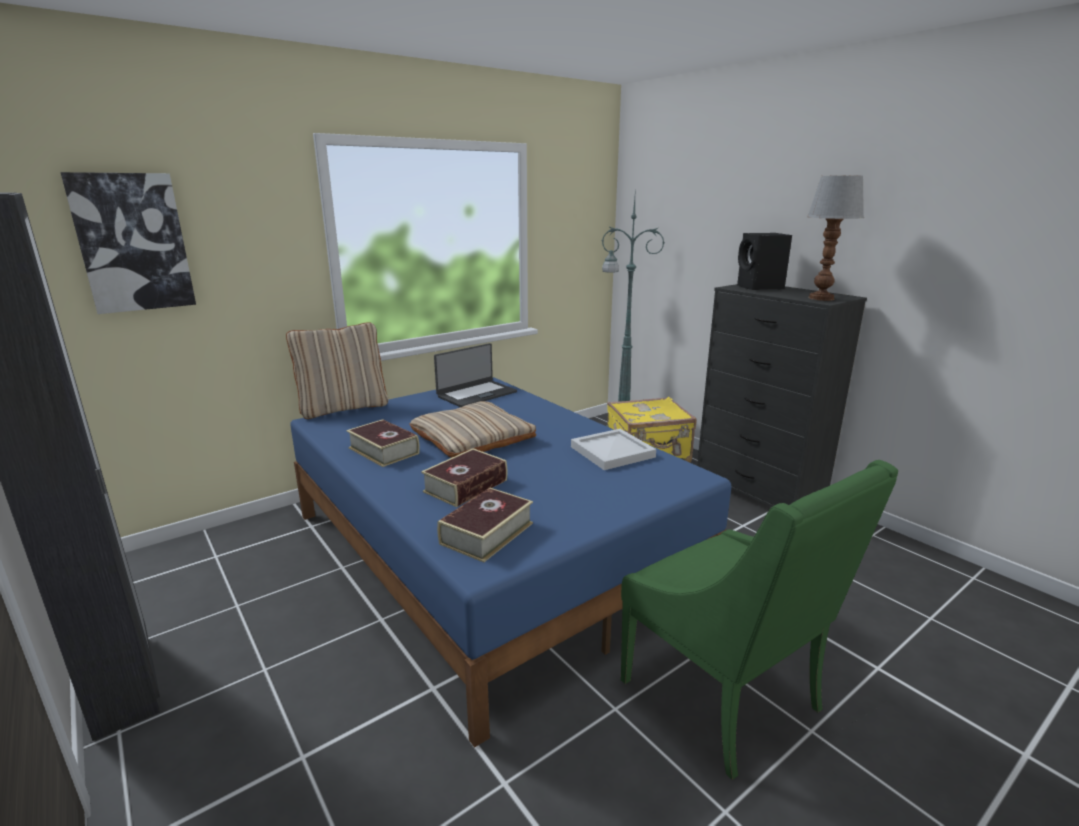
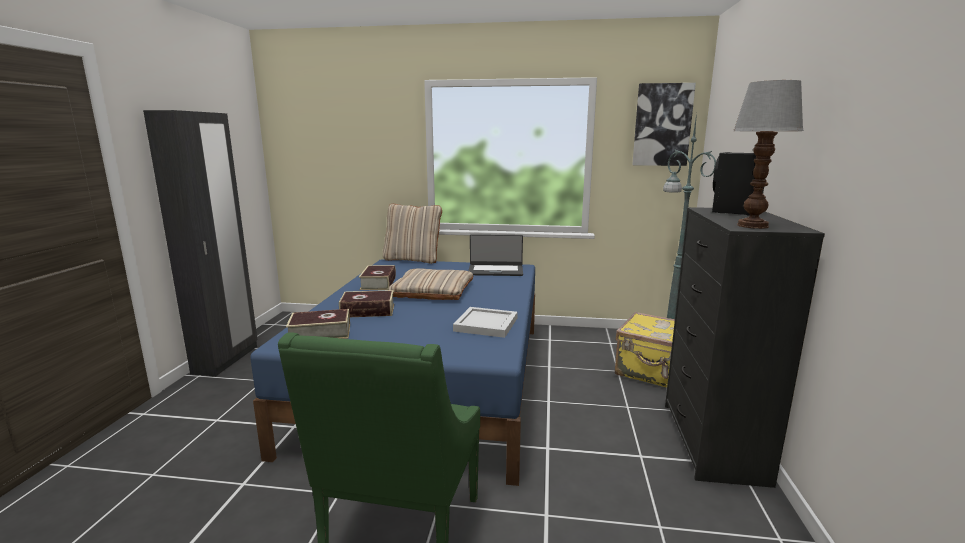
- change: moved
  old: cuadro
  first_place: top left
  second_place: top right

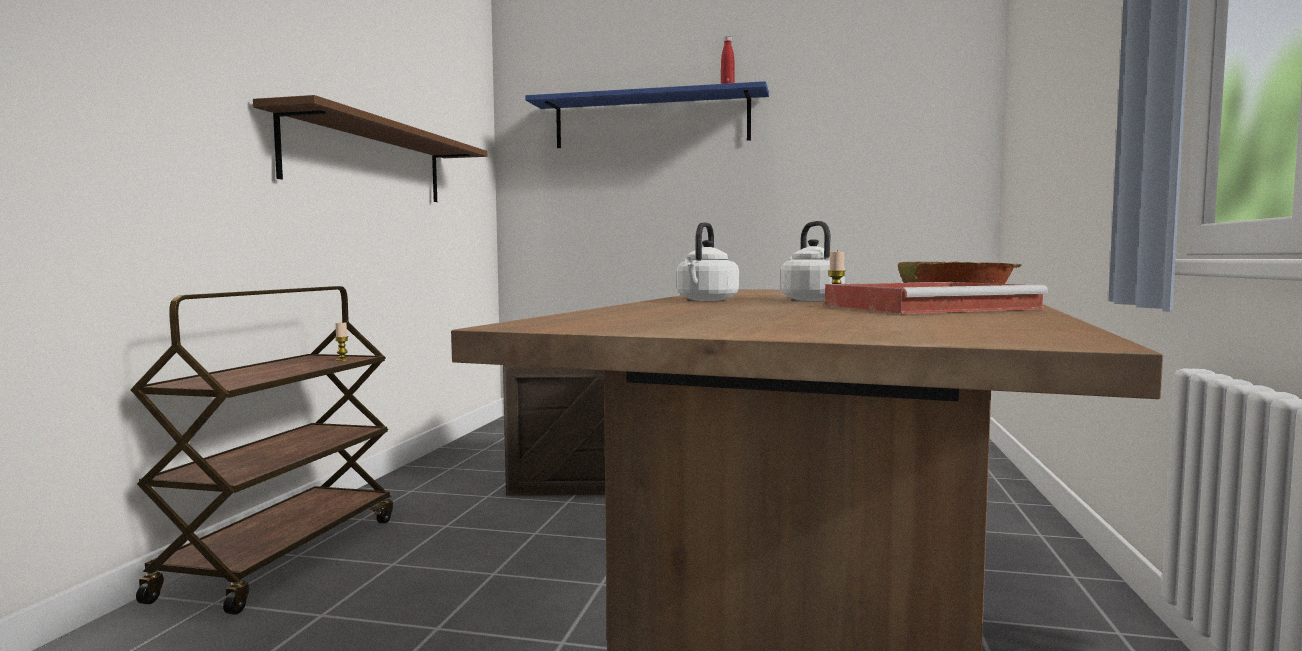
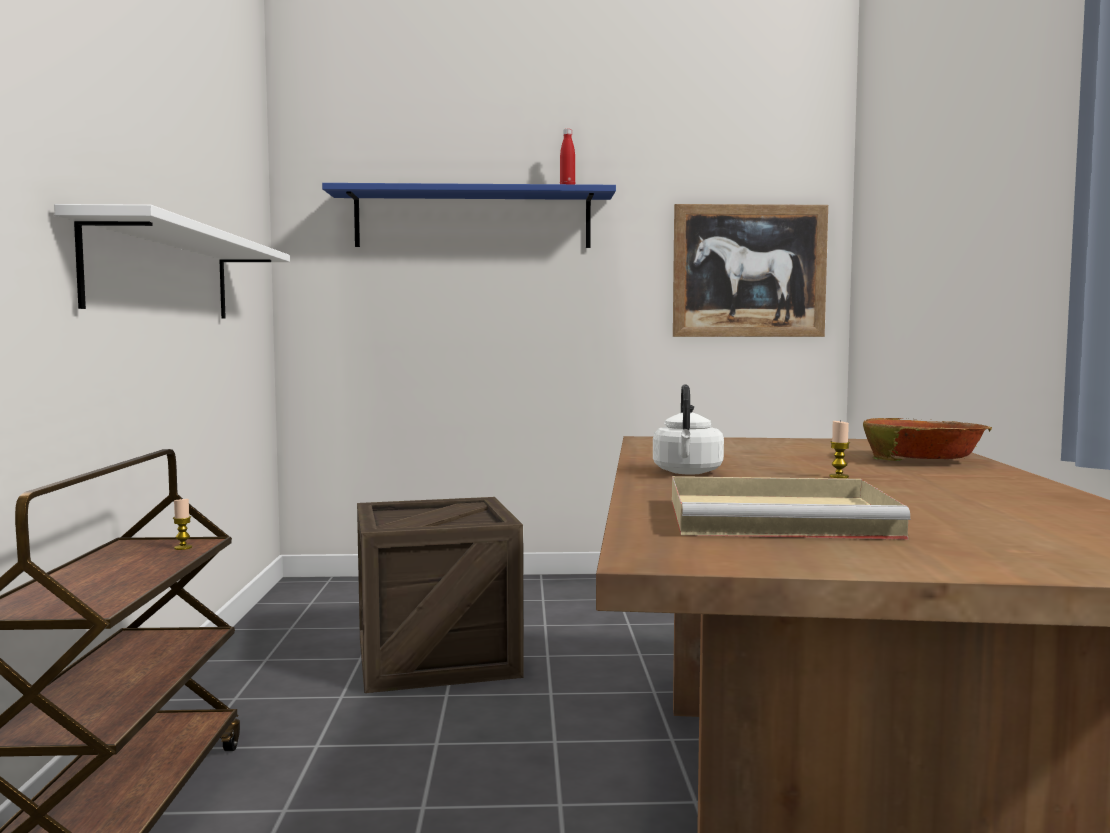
- change: recoloured
  old: estante/marrón
  new: estante/blanco
  first_place: top left
  second_place: top left
- change: removed
  old: hervidor/blanco (2nd from left)
  first_place: centre
- change: removed
  old: bandeja/rojo
  first_place: middle right
- change: added
  new: bandeja/beis
  second_place: middle right
- change: added
  new: cuadro
  second_place: top right

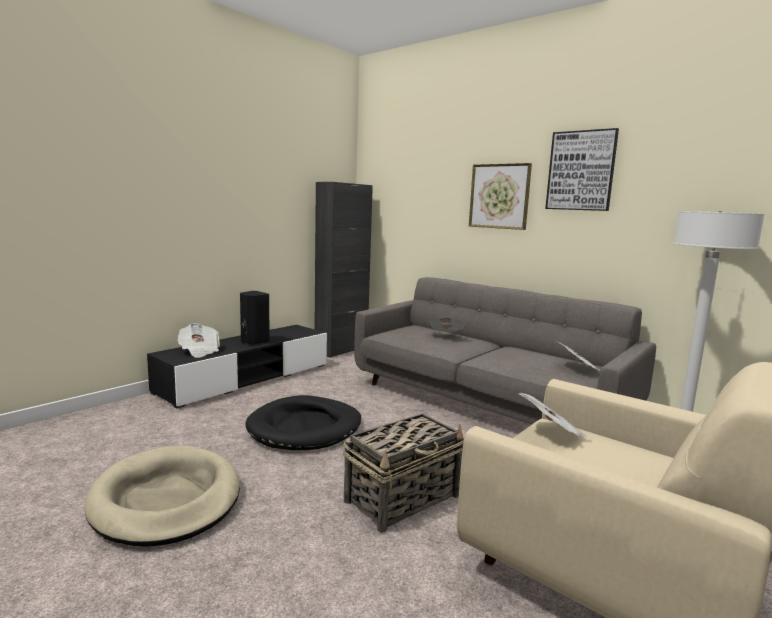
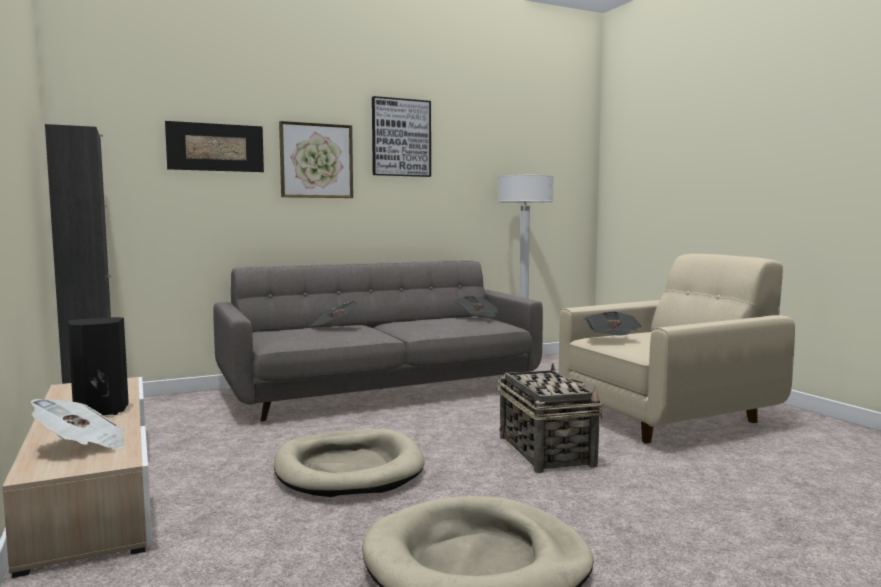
- change: recoloured
  old: mueble de televisión/negro
  new: mueble de televisión/beis
  first_place: middle left
  second_place: bottom left
- change: recoloured
  old: cama para perro/negro
  new: cama para perro/beis (1st from left)
  first_place: bottom centre
  second_place: bottom centre
- change: added
  new: cuadro (1st from left)
  second_place: top left

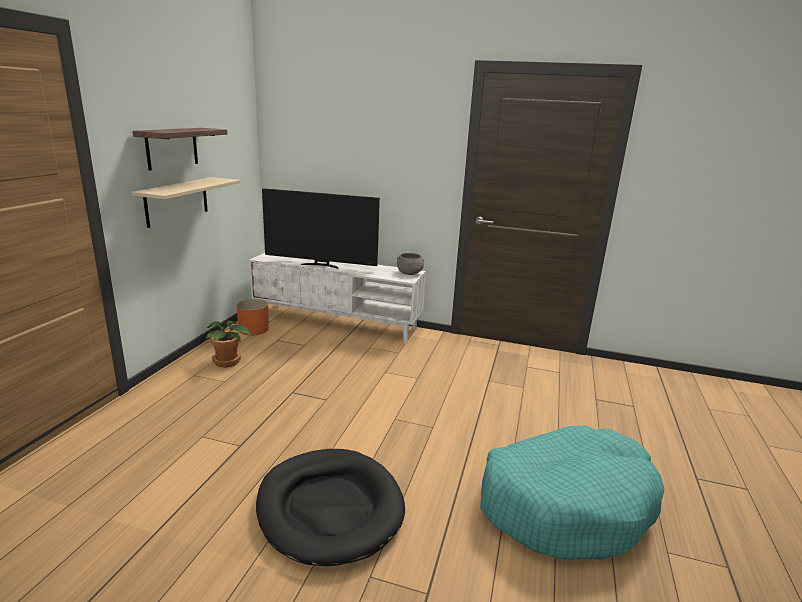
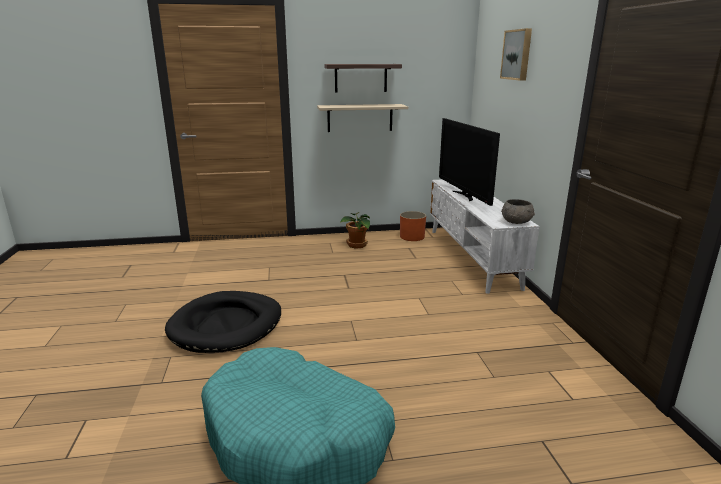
- change: added
  new: cuadro
  second_place: top right

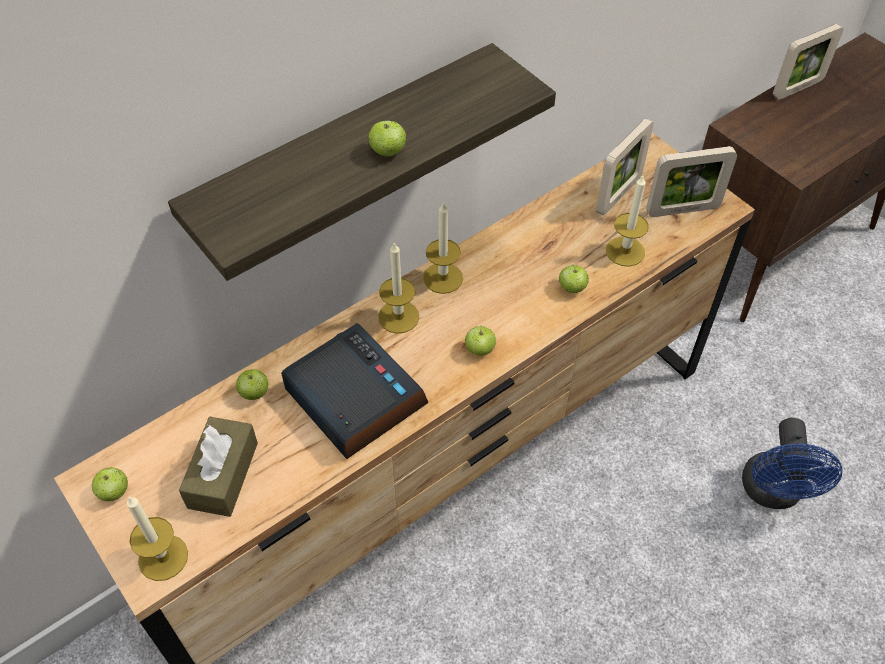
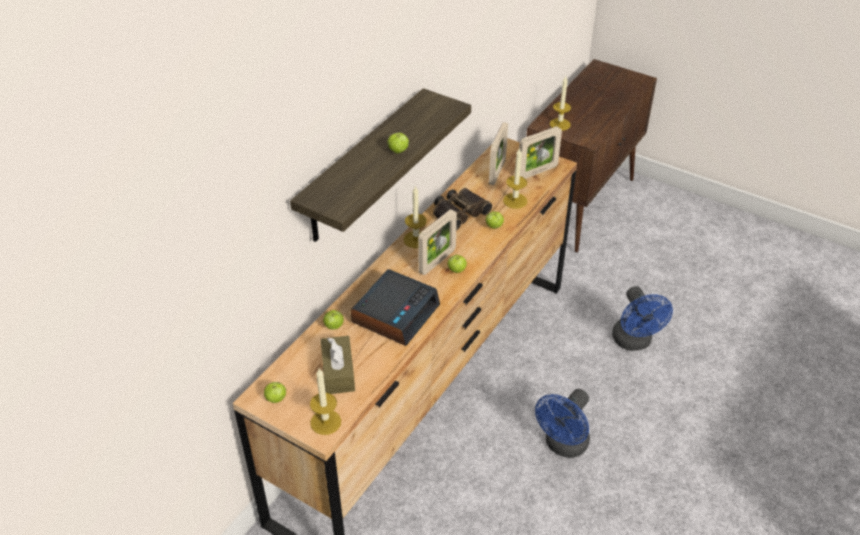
- change: turned
  old: despertador
  first_place: centre
  second_place: centre
  degrees: 90
- change: moved
  old: vela (2nd from left in the first image)
  new: vela (4th from left)
  first_place: centre
  second_place: top centre
- change: moved
  old: portarretratos (3rd from left in the first image)
  new: portarretratos (1st from left)
  first_place: top right
  second_place: centre
- change: added
  new: prismáticos
  second_place: centre
- change: added
  new: ventilador/azul (1st from left)
  second_place: bottom centre

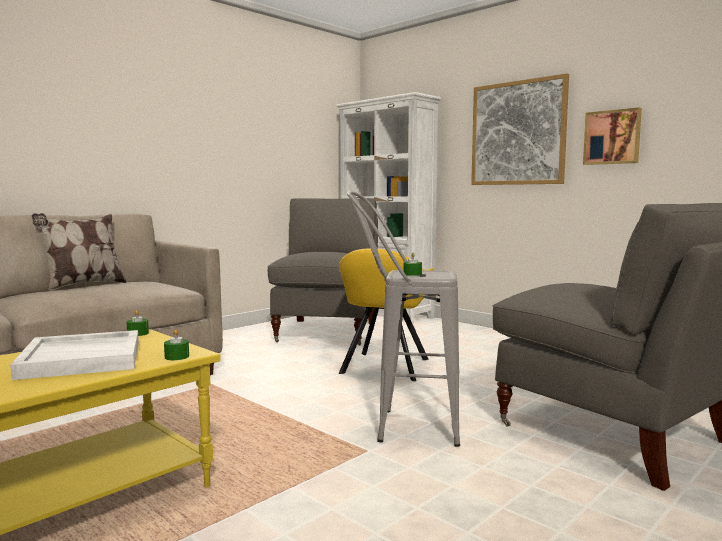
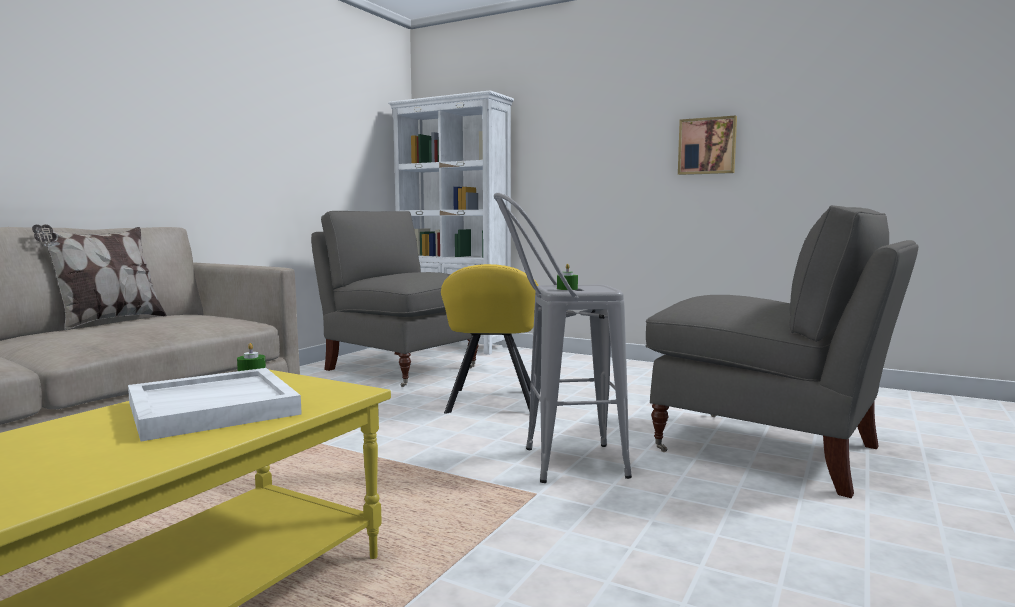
- change: removed
  old: vela/verde (2nd from left)
  first_place: middle left
- change: turned
  old: sillón/gris (1st from left)
  first_place: centre
  second_place: centre
  degrees: -45
- change: removed
  old: cuadro (1st from left)
  first_place: top right

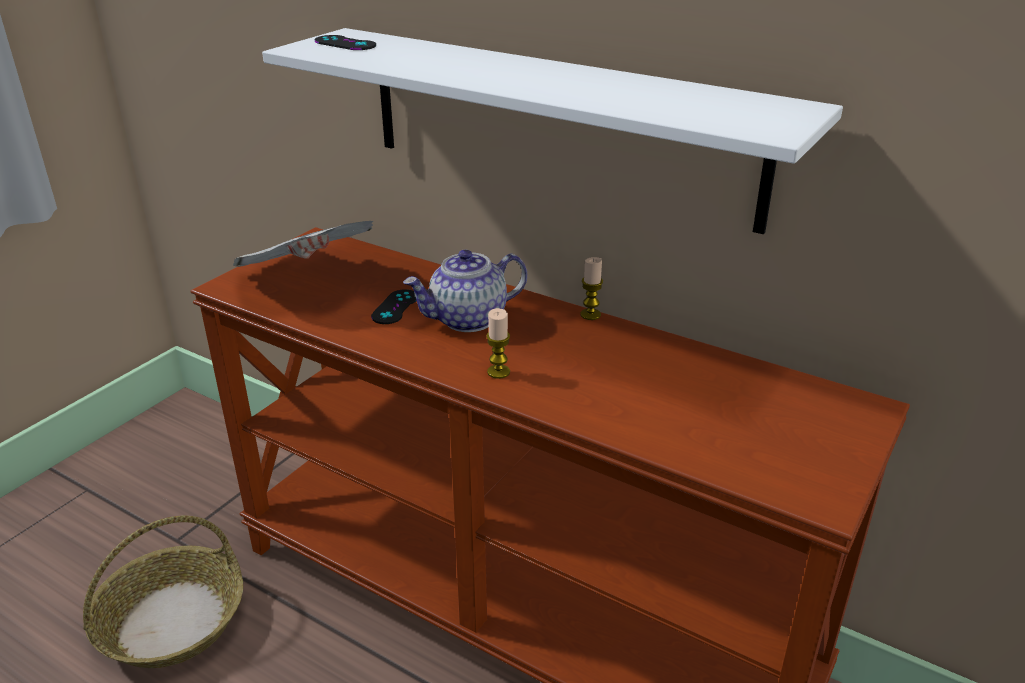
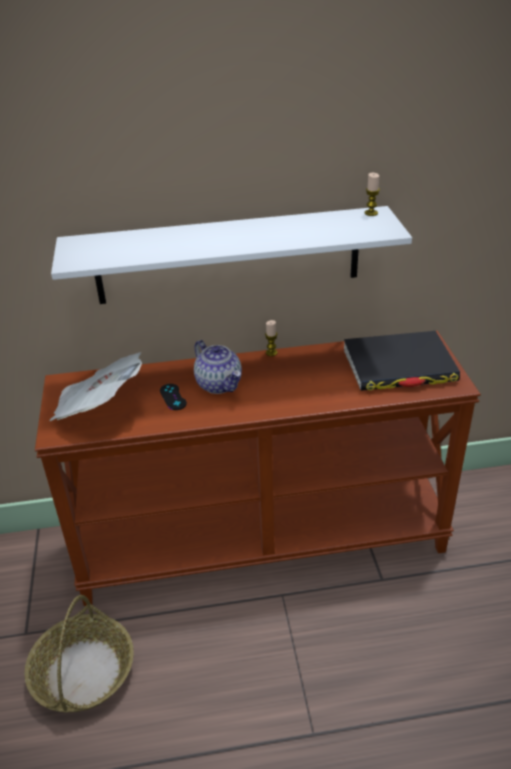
- change: removed
  old: mando de consola/negro (1st from left)
  first_place: top centre
- change: turned
  old: tetera
  first_place: centre
  second_place: centre
  degrees: -60
- change: moved
  old: vela (1st from left in the first image)
  new: vela (2nd from left)
  first_place: centre
  second_place: top right
- change: added
  new: libro/negro
  second_place: middle right

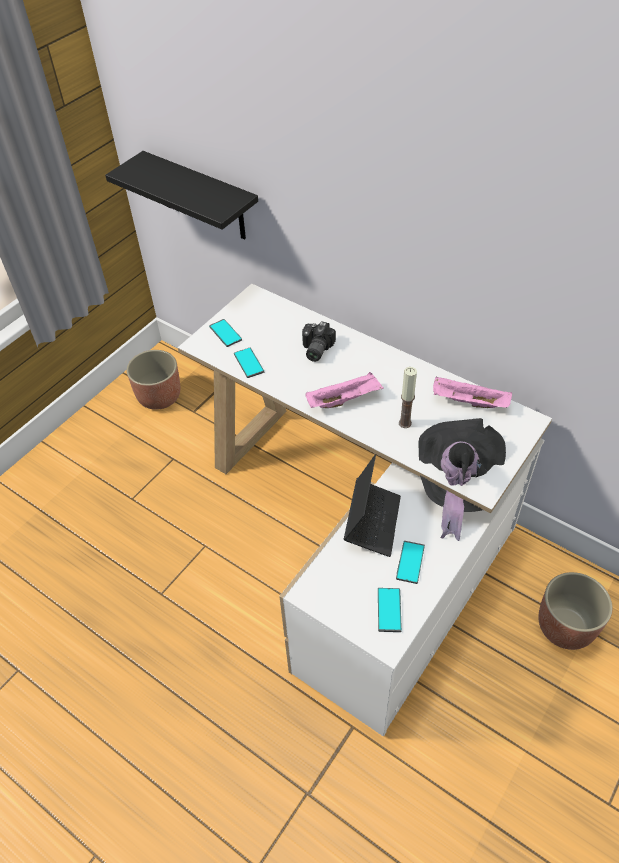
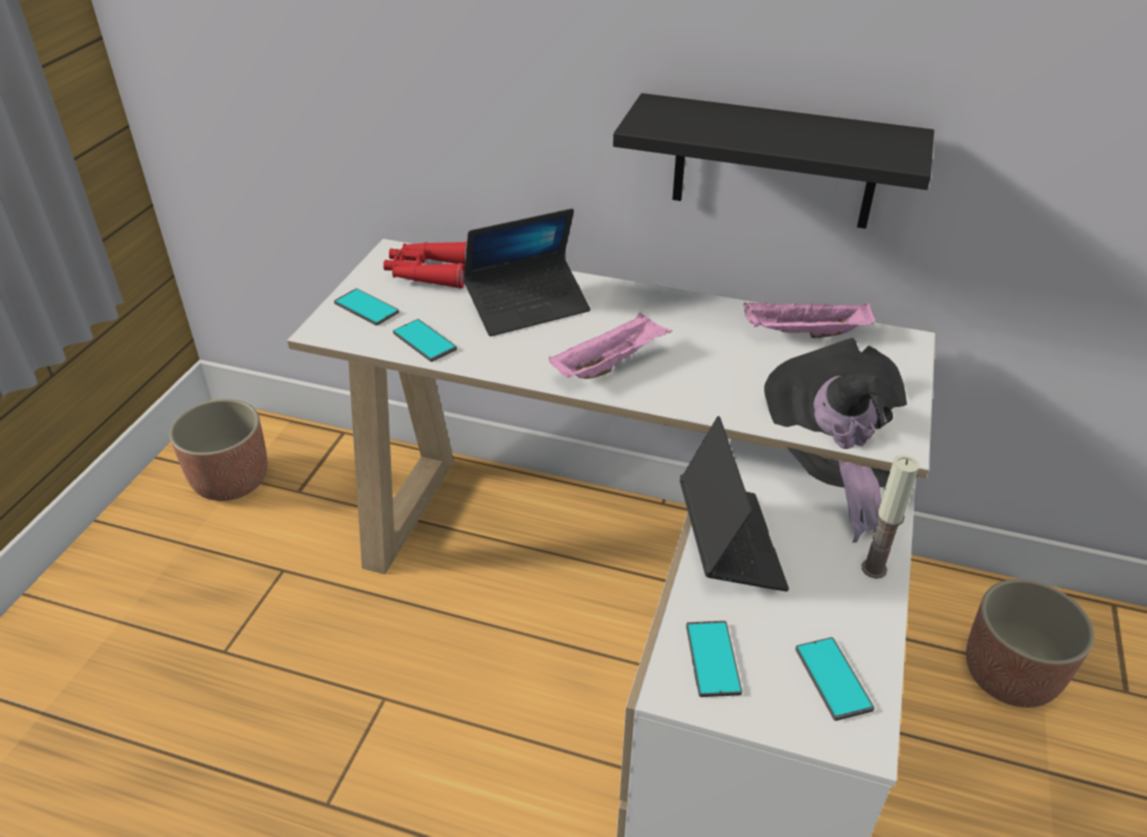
- change: moved
  old: estante/negro
  first_place: top left
  second_place: top right
- change: replaced
  old: cámara
  new: portátil (1st from left)
  first_place: centre
  second_place: top centre
- change: moved
  old: móvil (4th from left in the first image)
  new: móvil (3rd from left)
  first_place: centre
  second_place: bottom centre
- change: moved
  old: vela
  first_place: centre
  second_place: middle right
- change: added
  new: prismáticos/rojo
  second_place: top centre

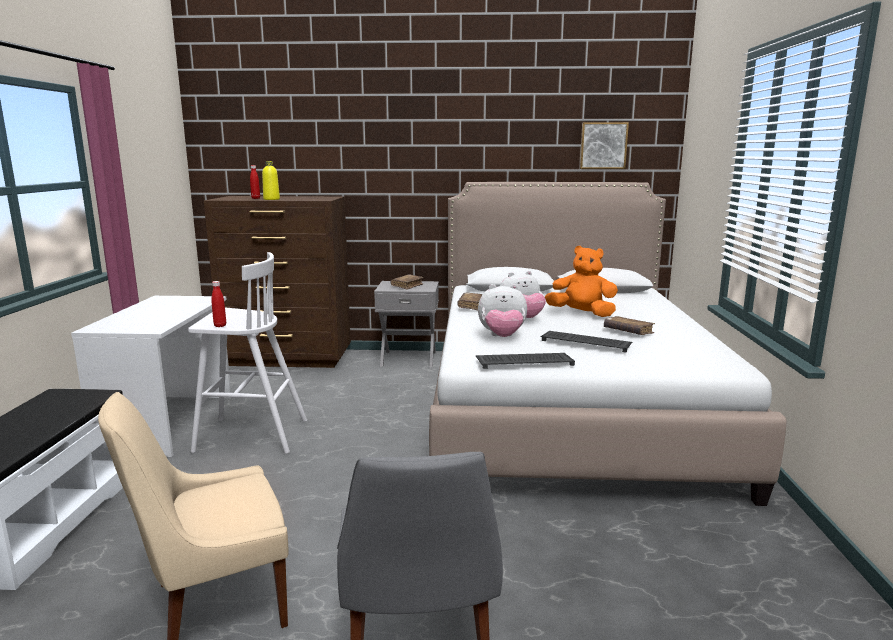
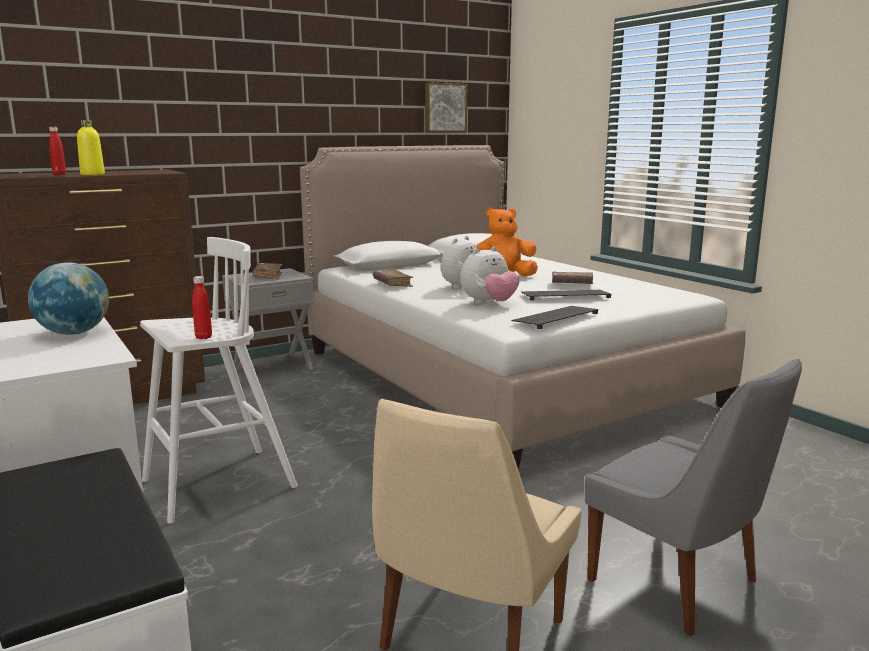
- change: added
  new: globo terráqueo
  second_place: middle left

